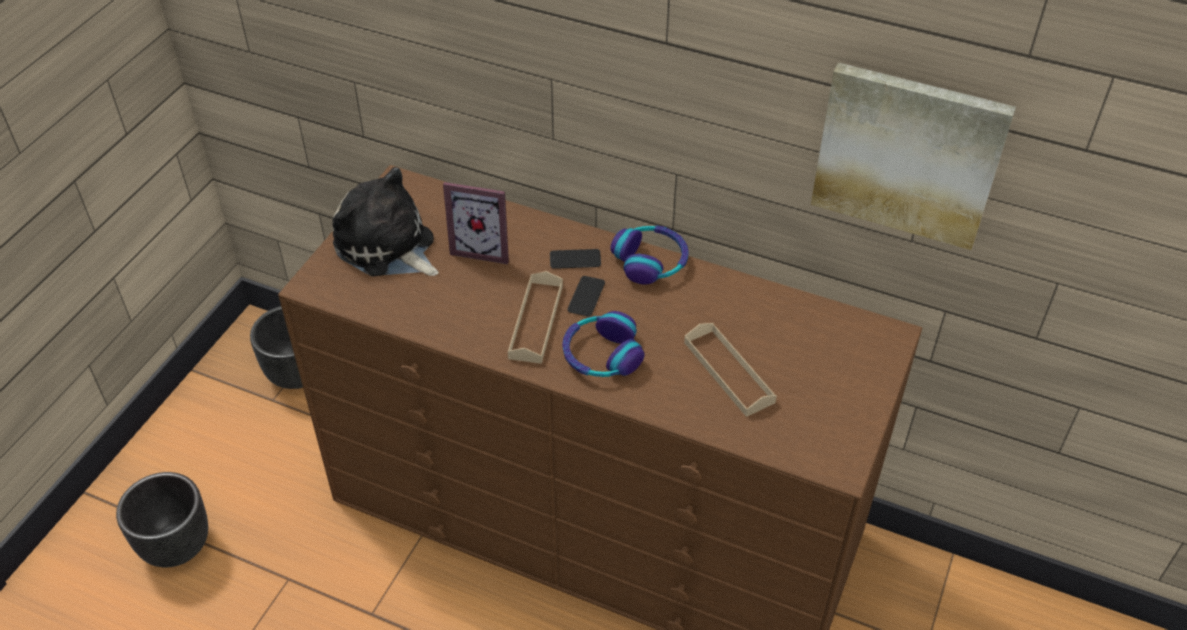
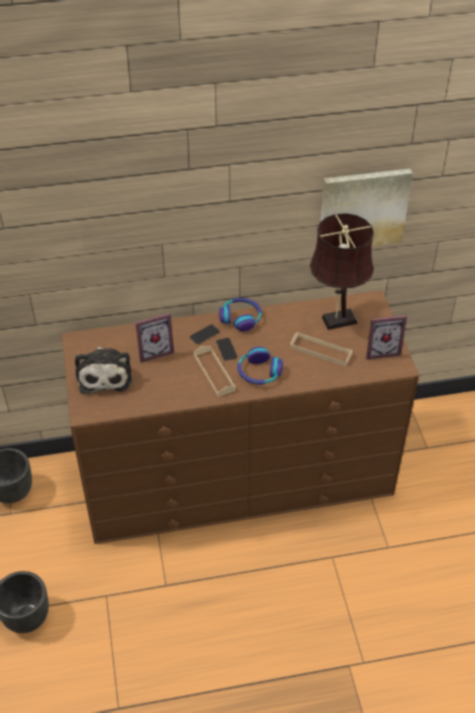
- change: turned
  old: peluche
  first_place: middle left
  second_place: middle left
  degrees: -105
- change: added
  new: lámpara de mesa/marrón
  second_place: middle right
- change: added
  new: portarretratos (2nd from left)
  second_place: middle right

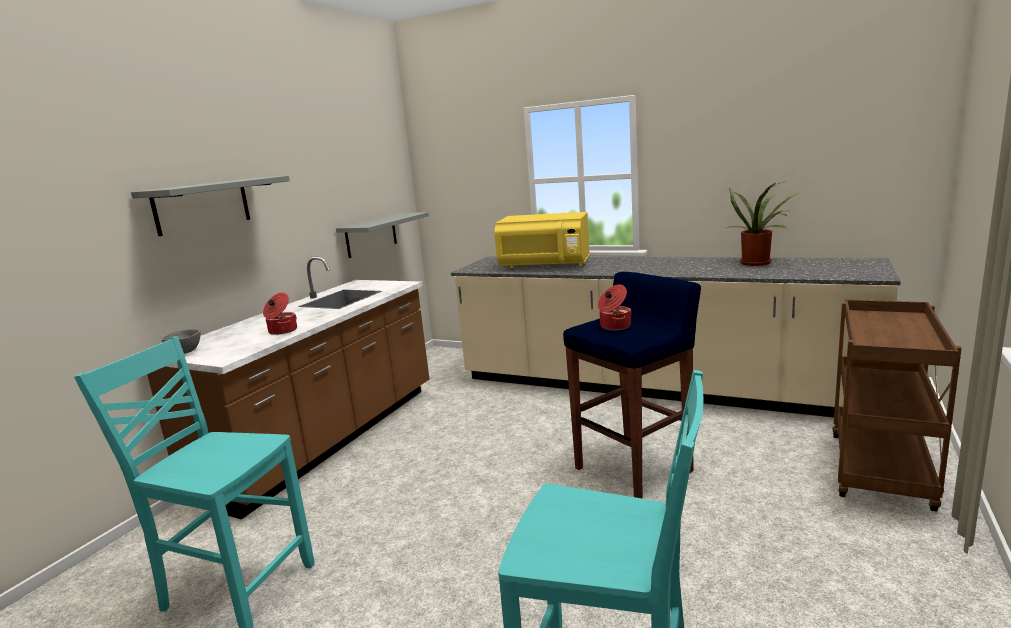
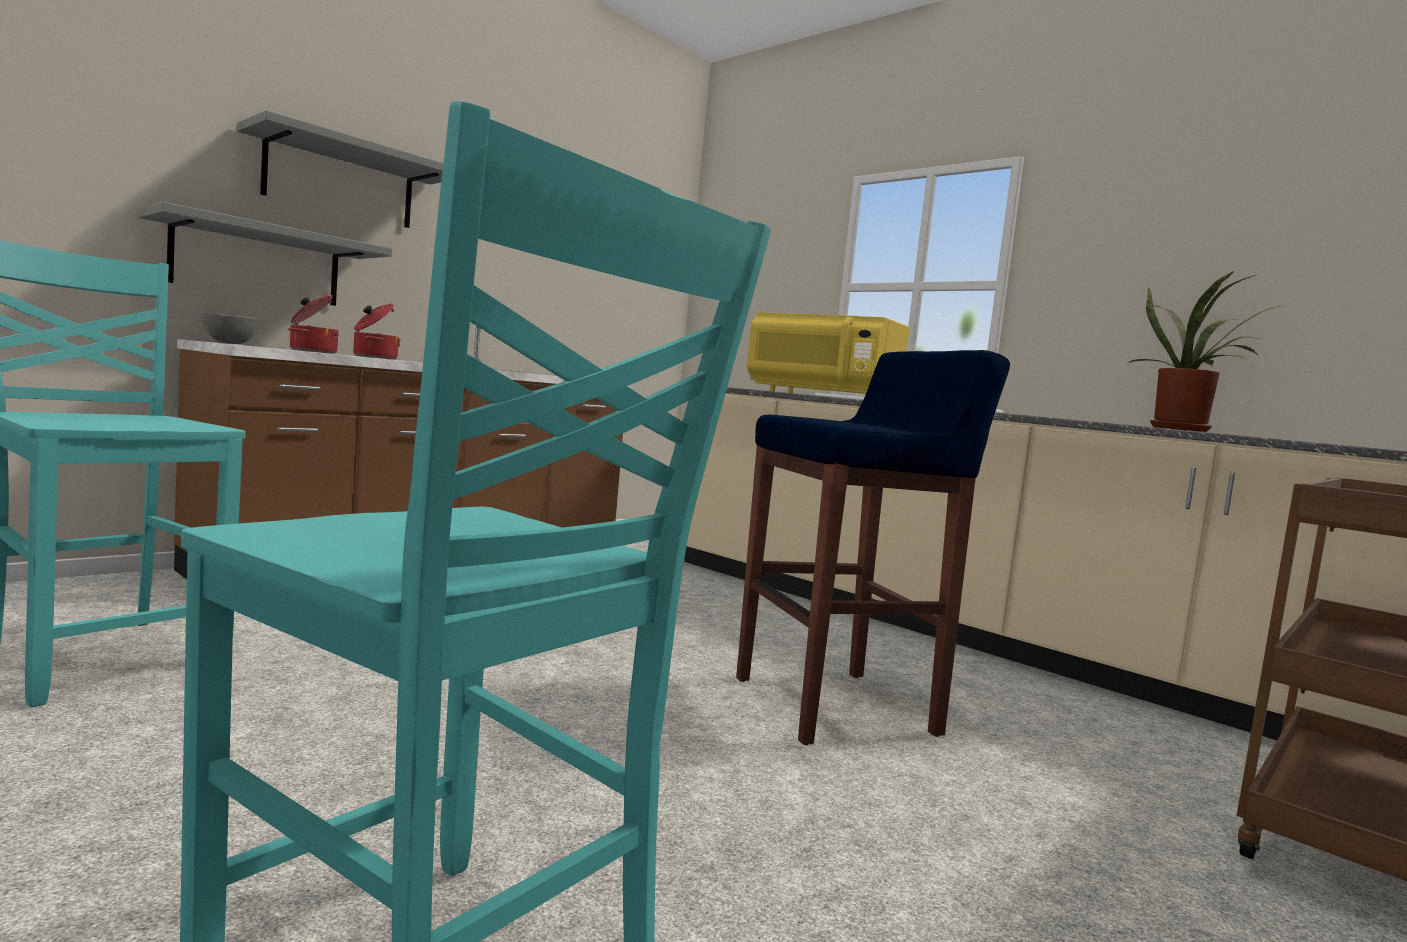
- change: moved
  old: estante/gris (2nd from left in the first image)
  new: estante/gris (1st from left)
  first_place: centre
  second_place: top left
- change: moved
  old: olla (2nd from left in the first image)
  new: olla (1st from left)
  first_place: centre
  second_place: middle left

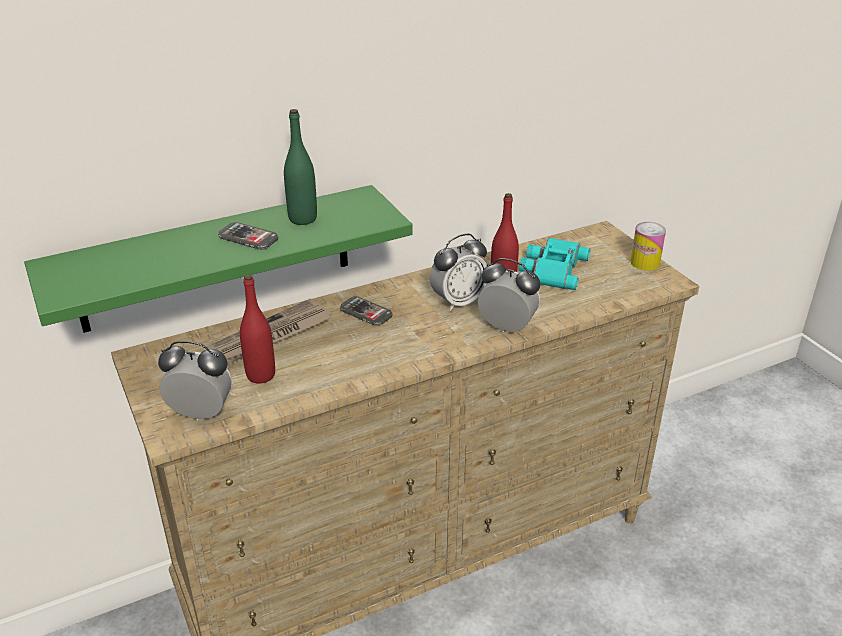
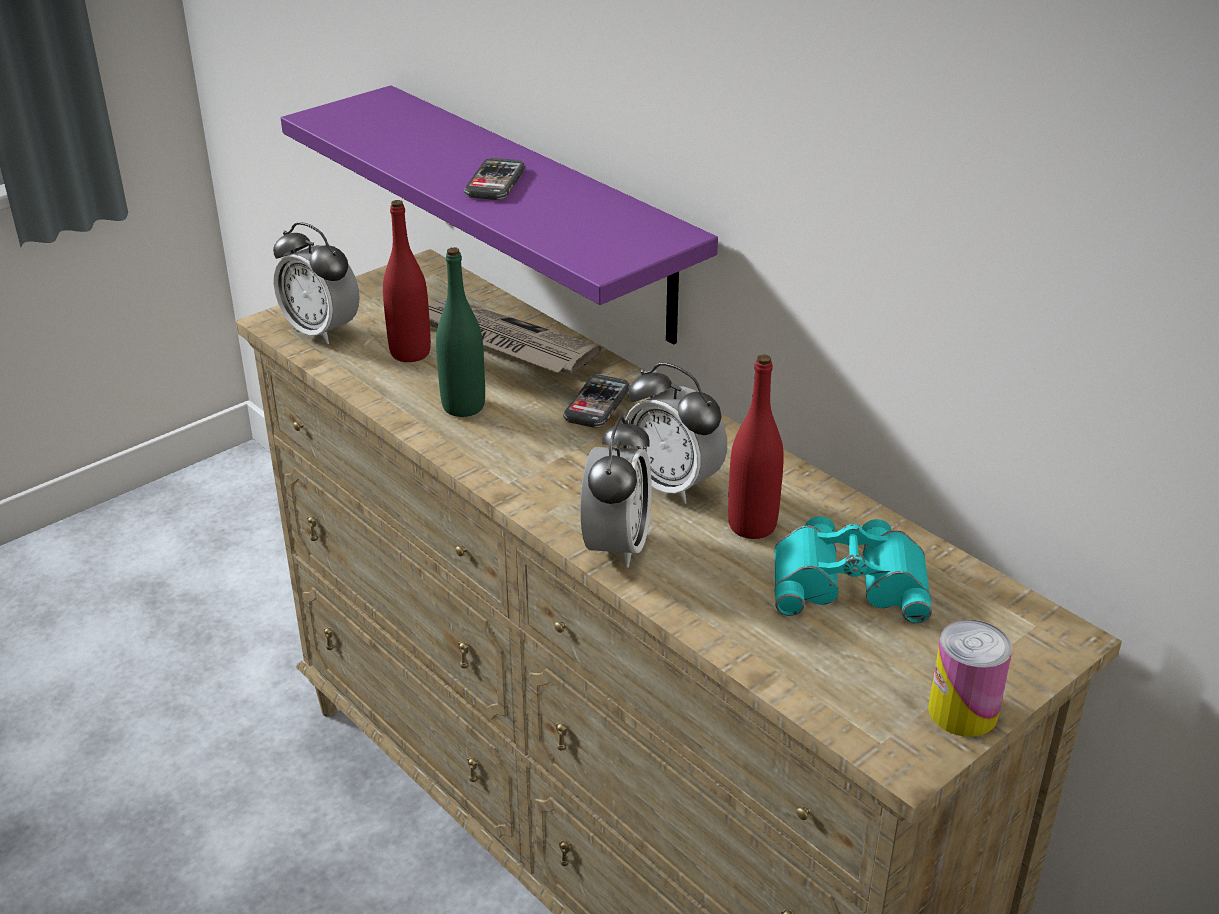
- change: recoloured
  old: estante/verde
  new: estante/morado
  first_place: middle left
  second_place: top centre
- change: turned
  old: despertador (1st from left)
  first_place: middle left
  second_place: top left
  degrees: 135
- change: moved
  old: botella/verde
  first_place: top centre
  second_place: centre

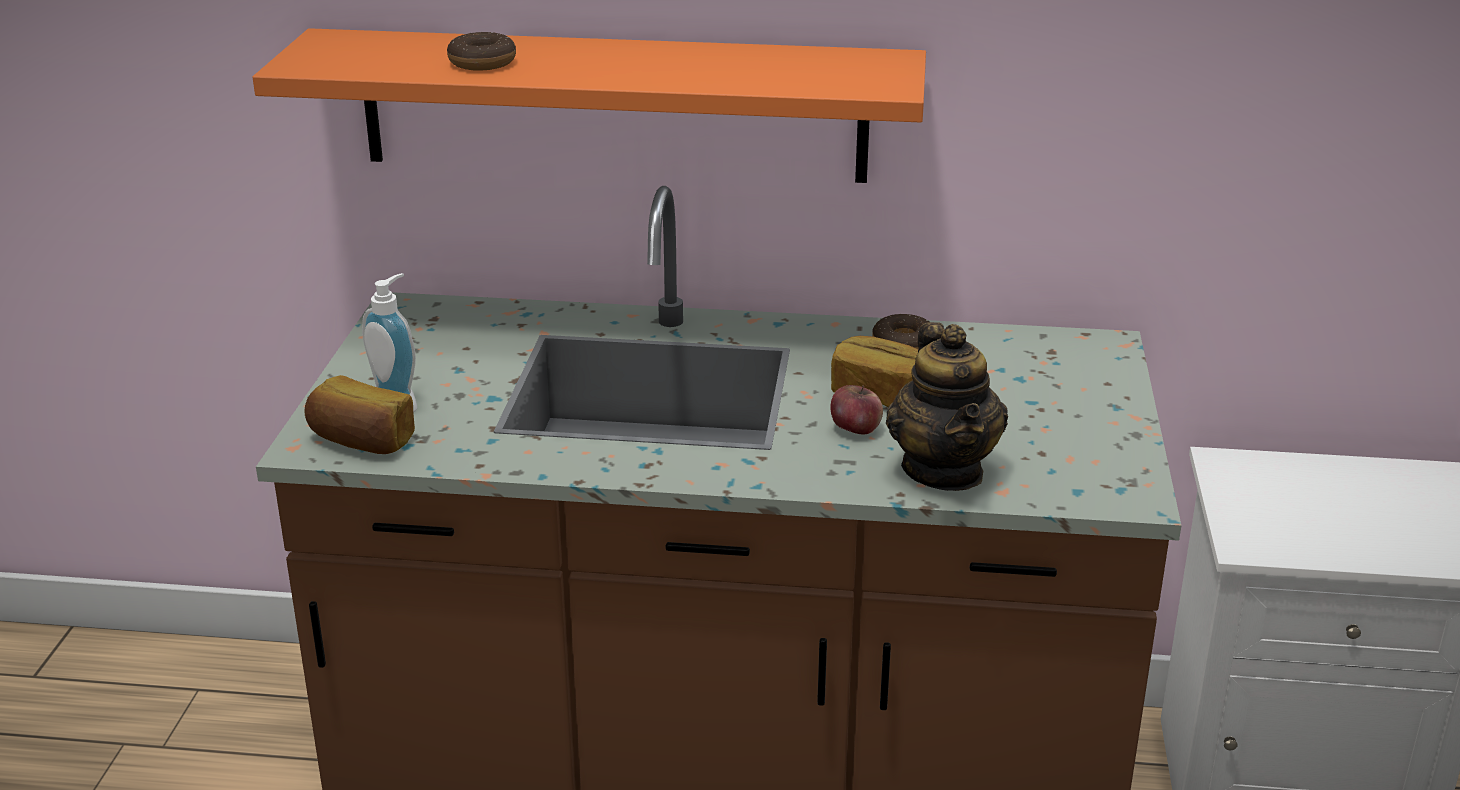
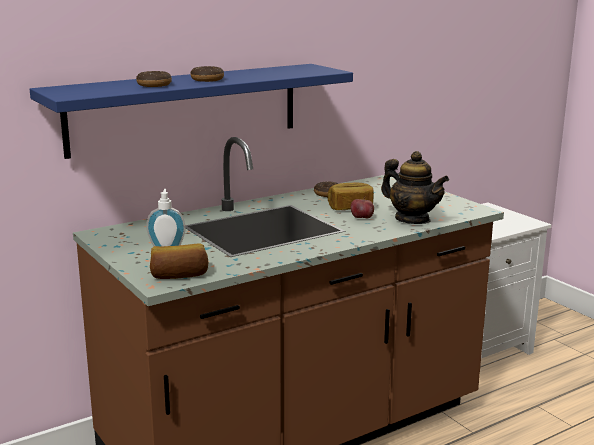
- change: recoloured
  old: estante/naranja
  new: estante/azul
  first_place: top centre
  second_place: top left
- change: added
  new: rosquilla (2nd from left)
  second_place: top centre

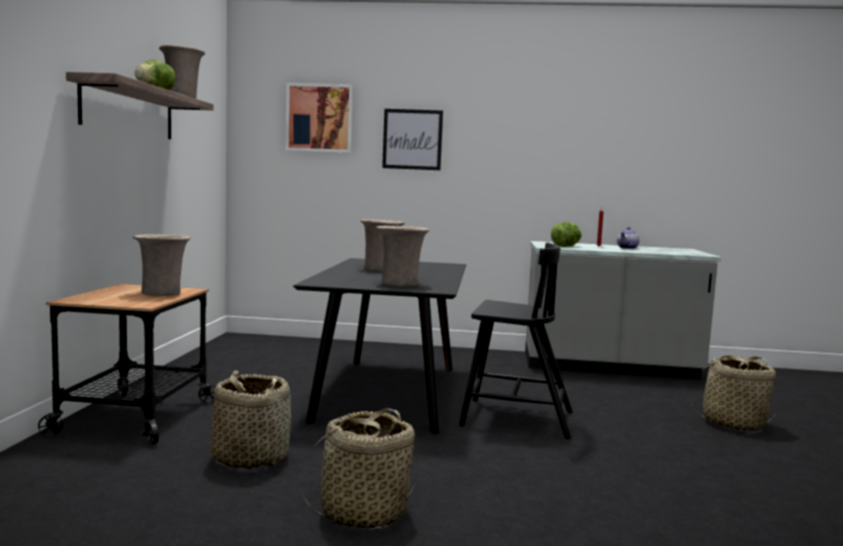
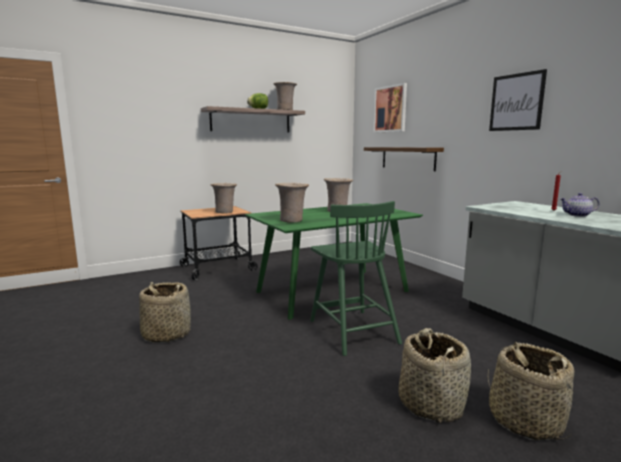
- change: moved
  old: cesta (1st from left in the first image)
  new: cesta (2nd from left)
  first_place: bottom left
  second_place: bottom right
- change: recoloured
  old: mesa de comedor/negro
  new: mesa de comedor/verde
  first_place: centre
  second_place: centre
- change: moved
  old: cuadro (2nd from left)
  first_place: top centre
  second_place: top right
- change: recoloured
  old: silla/negro
  new: silla/verde
  first_place: centre
  second_place: centre
- change: removed
  old: lechuga (2nd from left)
  first_place: middle right
- change: added
  new: estante (2nd from left)
  second_place: centre

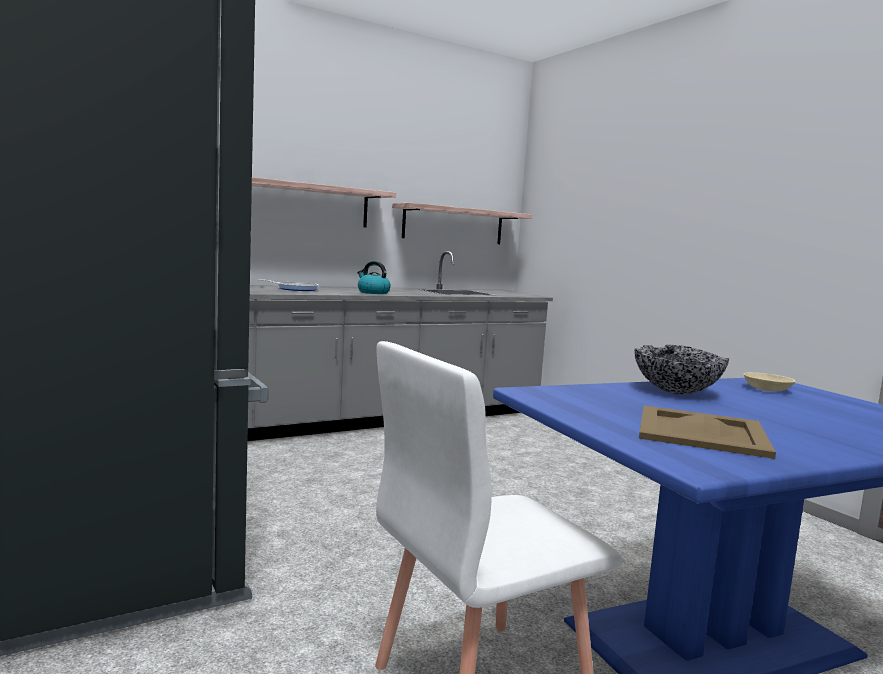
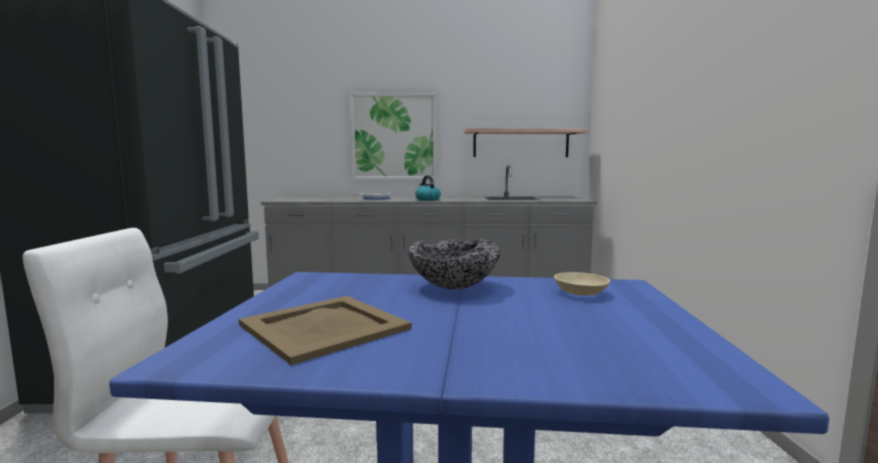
- change: replaced
  old: estante (1st from left)
  new: cuadro
  first_place: top centre
  second_place: top centre

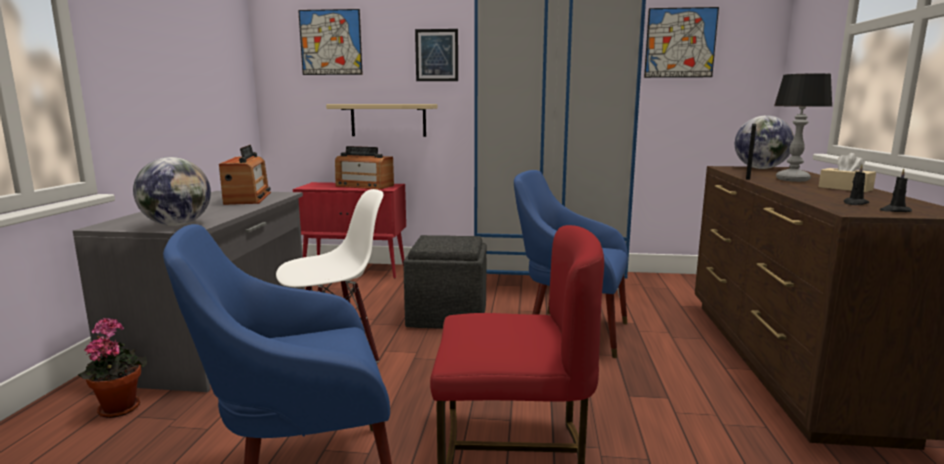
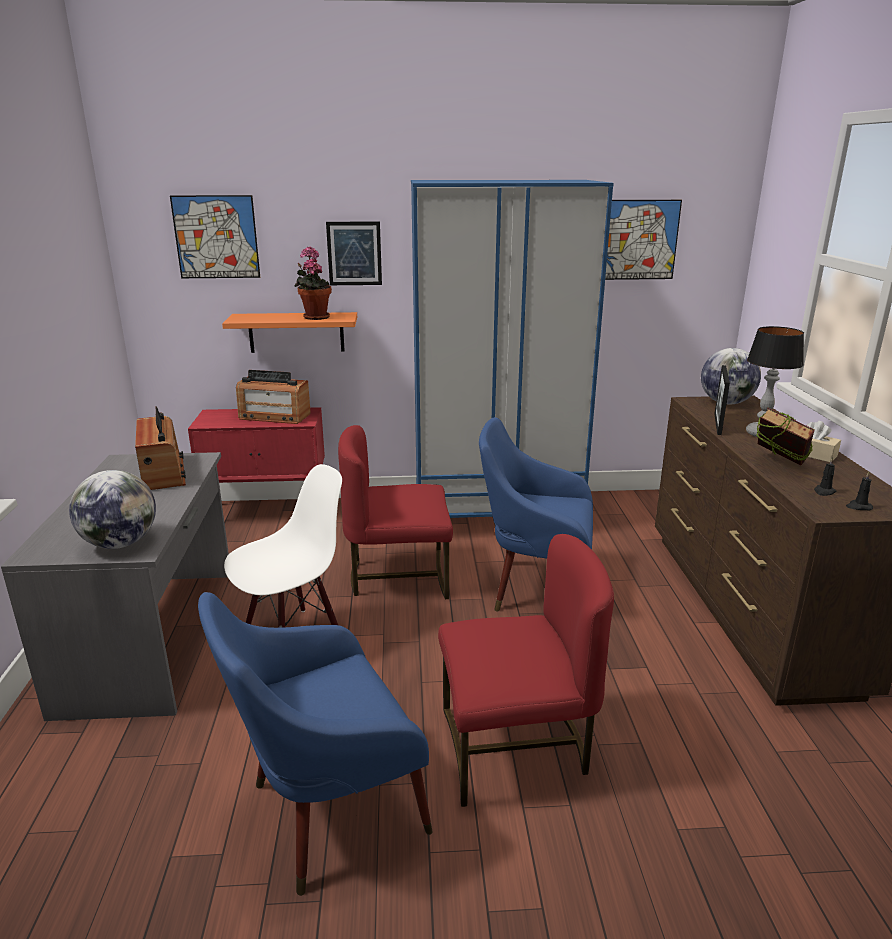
- change: moved
  old: planta en maceta
  first_place: bottom left
  second_place: top centre
- change: recoloured
  old: estante/beis
  new: estante/naranja
  first_place: top centre
  second_place: middle left
- change: replaced
  old: puf/gris
  new: silla/rojo (1st from left)
  first_place: centre
  second_place: centre
- change: added
  new: libro
  second_place: middle right

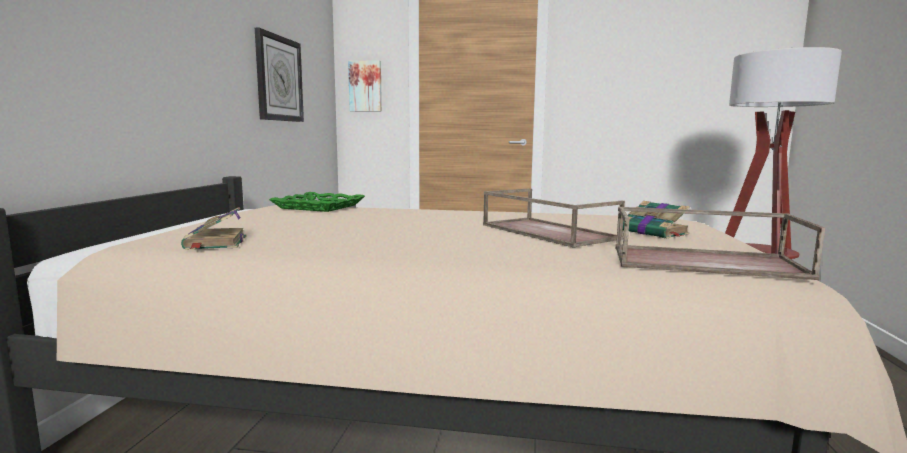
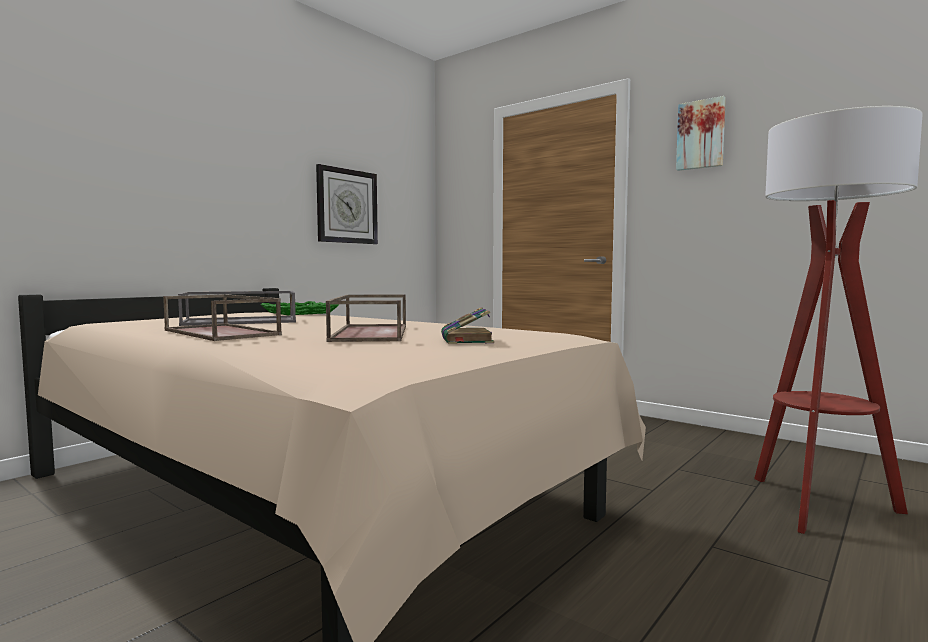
- change: removed
  old: libro (1st from left)
  first_place: middle left
- change: moved
  old: cuadro
  first_place: top centre
  second_place: top right
- change: moved
  old: bandeja/marrón (2nd from left in the first image)
  new: bandeja/marrón (1st from left)
  first_place: middle right
  second_place: middle left
- change: added
  new: bandeja/gris
  second_place: middle left

